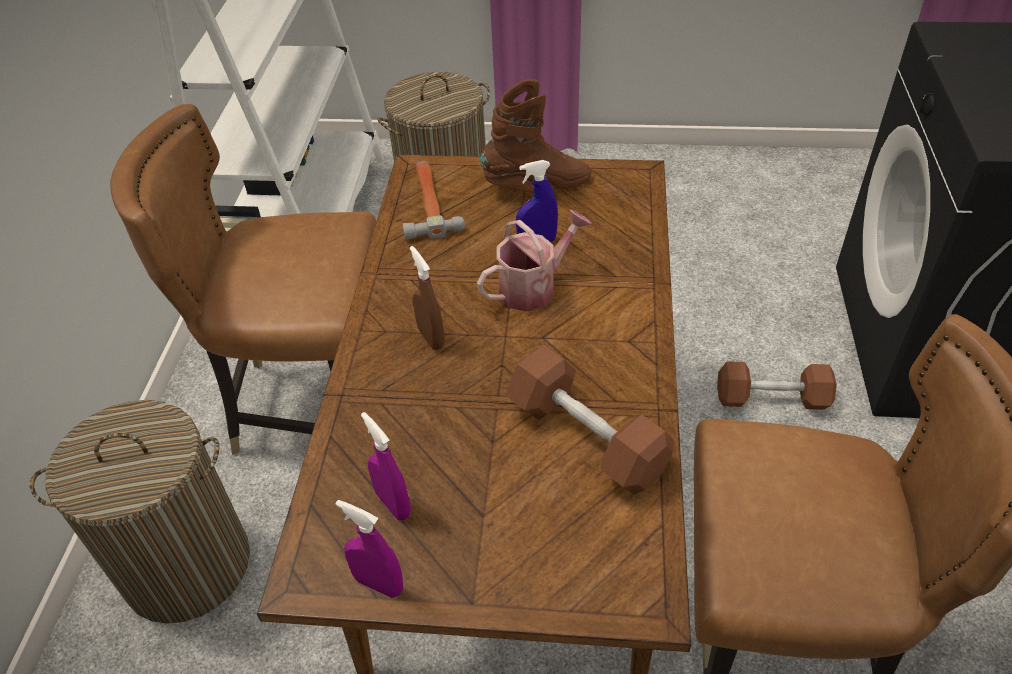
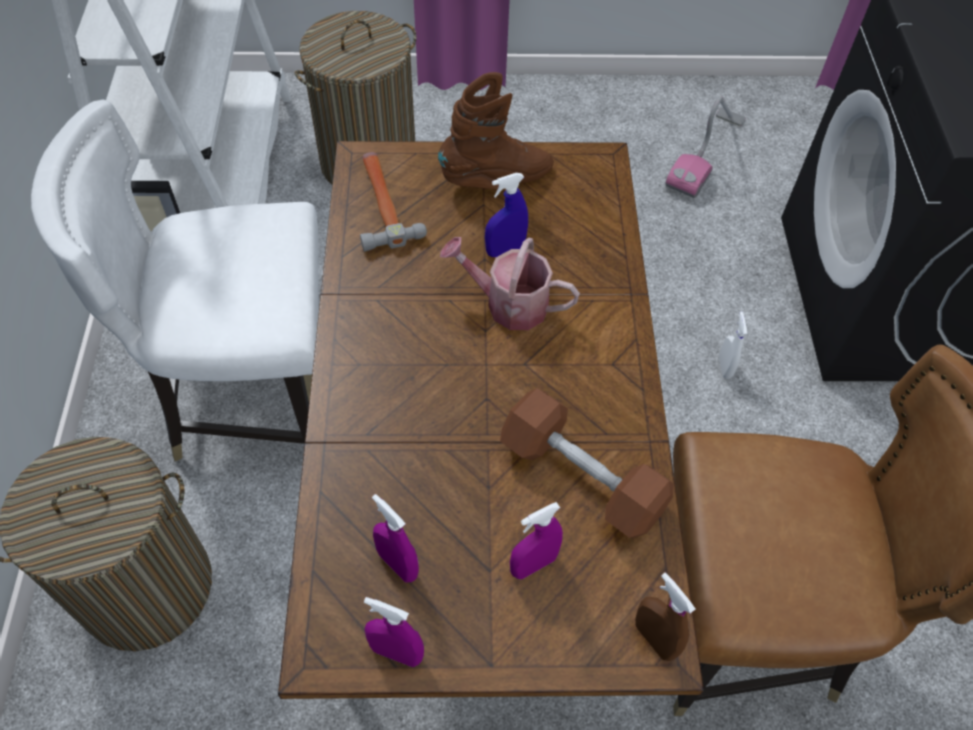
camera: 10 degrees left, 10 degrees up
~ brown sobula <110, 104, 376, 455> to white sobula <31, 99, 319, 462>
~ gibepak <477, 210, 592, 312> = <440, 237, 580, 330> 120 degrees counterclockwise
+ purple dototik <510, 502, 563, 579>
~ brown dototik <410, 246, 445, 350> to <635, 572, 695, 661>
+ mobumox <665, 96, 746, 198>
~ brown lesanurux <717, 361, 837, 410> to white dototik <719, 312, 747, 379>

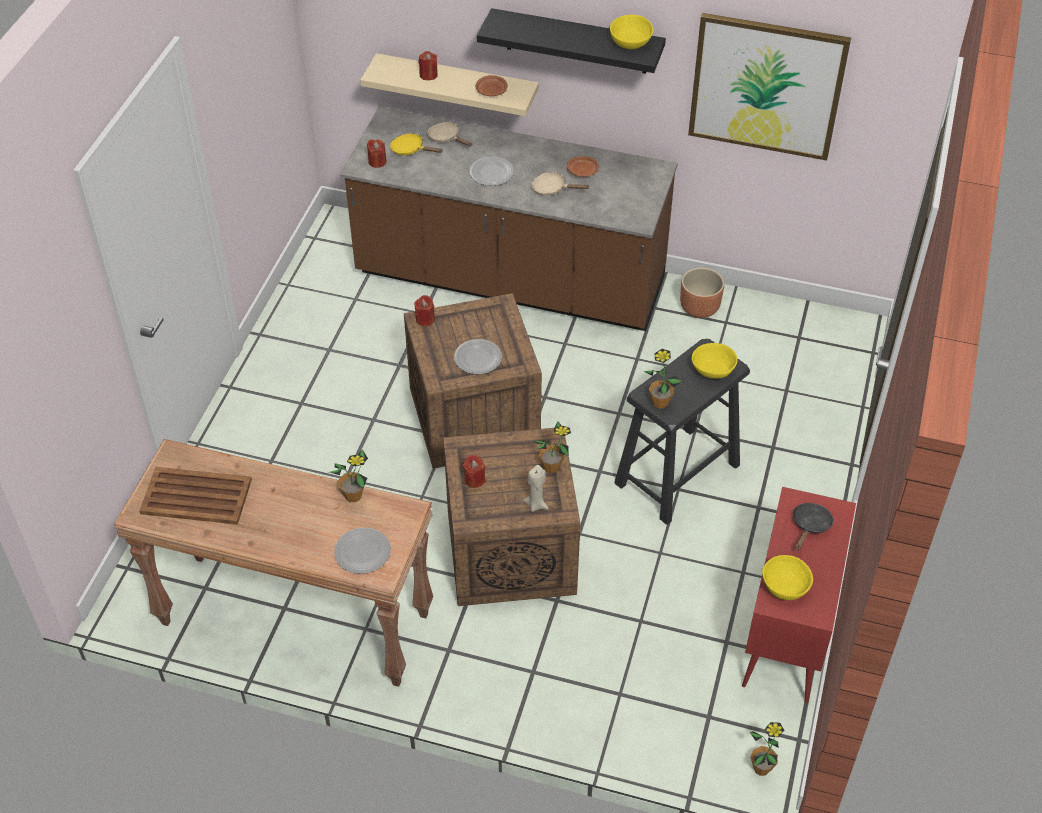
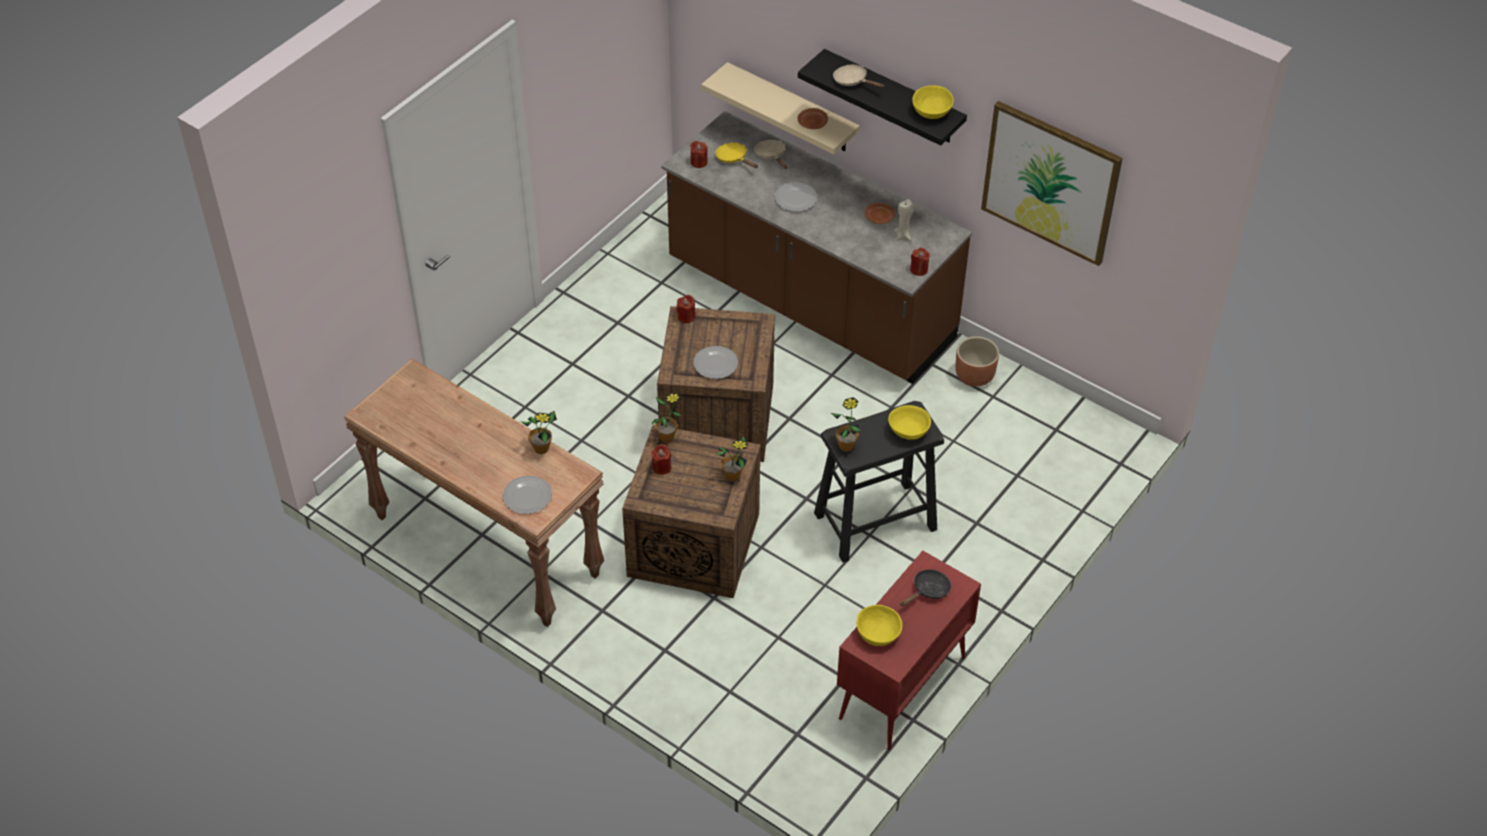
camera: 20 degrees right, 0 degrees up
~ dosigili <750, 722, 784, 776> to <651, 393, 681, 443>
~ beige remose <531, 172, 590, 196> to <833, 65, 885, 88>
~ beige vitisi <523, 465, 549, 512> to <894, 199, 913, 241>
~ red vitisi <419, 51, 438, 80> to <910, 248, 930, 276>
- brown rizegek <139, 467, 252, 525>

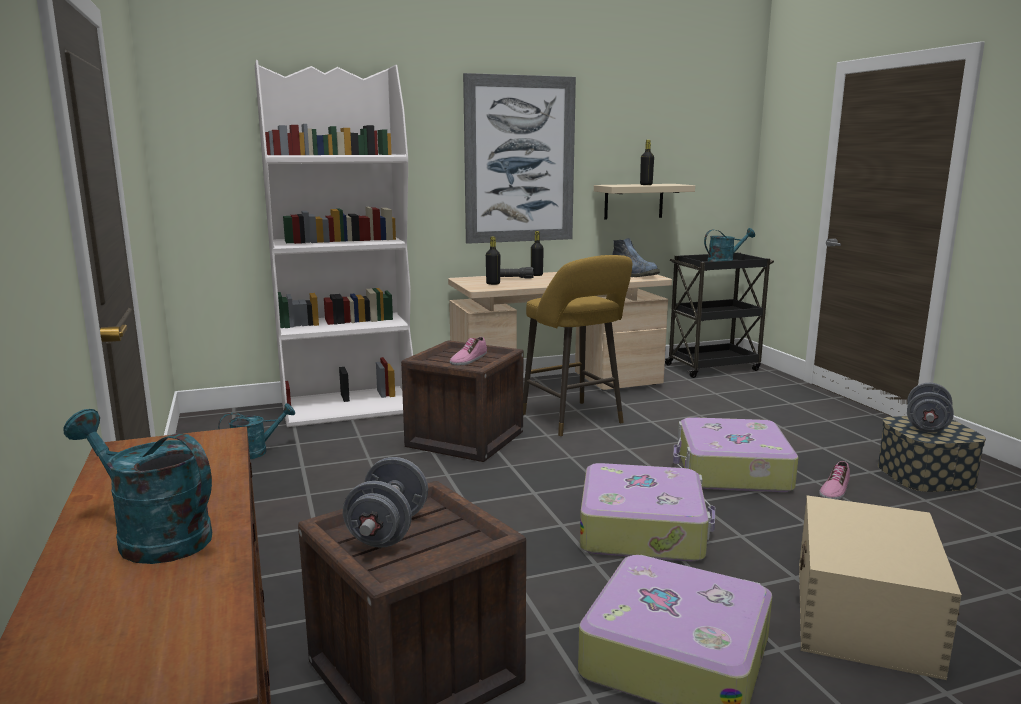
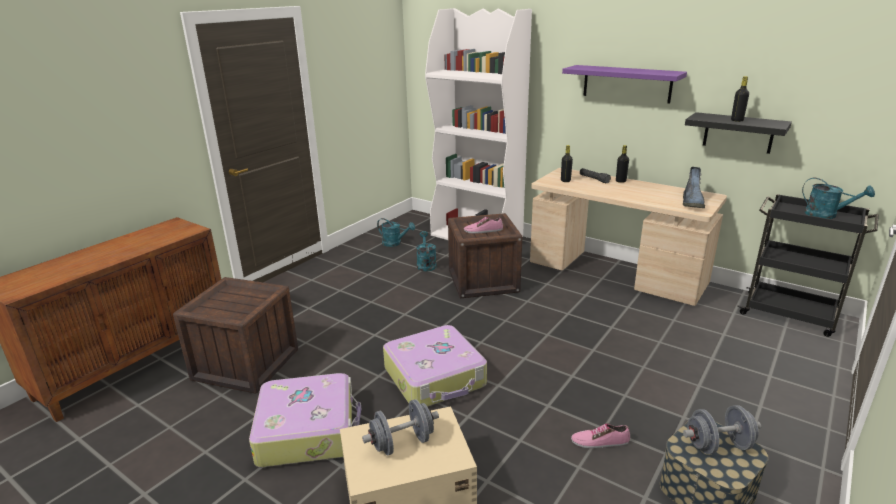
camera: 55 degrees right, 10 degrees up
~ grey lesanurux <343, 457, 428, 548> to <362, 399, 439, 455>
~ turquoise gibepak <63, 409, 212, 564> to <416, 231, 437, 271>
~ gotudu <463, 73, 576, 244> to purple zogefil <562, 65, 687, 104>
~ beige zogefil <594, 184, 695, 220> to black zogefil <685, 112, 792, 154>
- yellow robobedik <523, 255, 632, 436>
- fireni <673, 417, 798, 492>

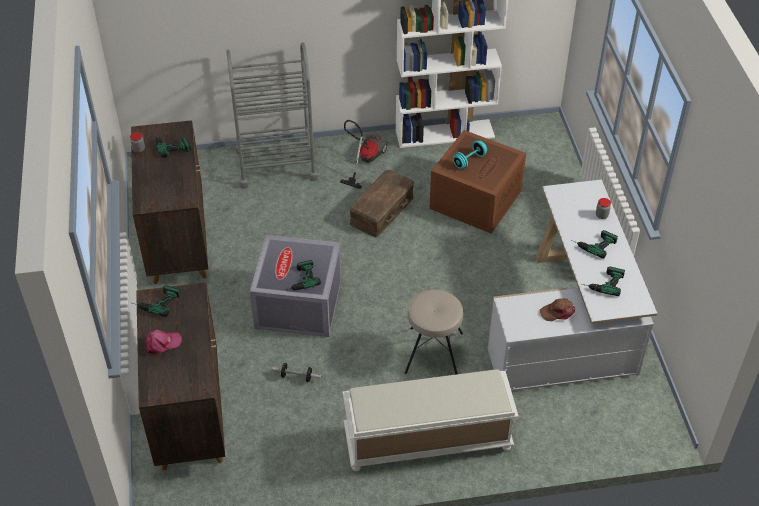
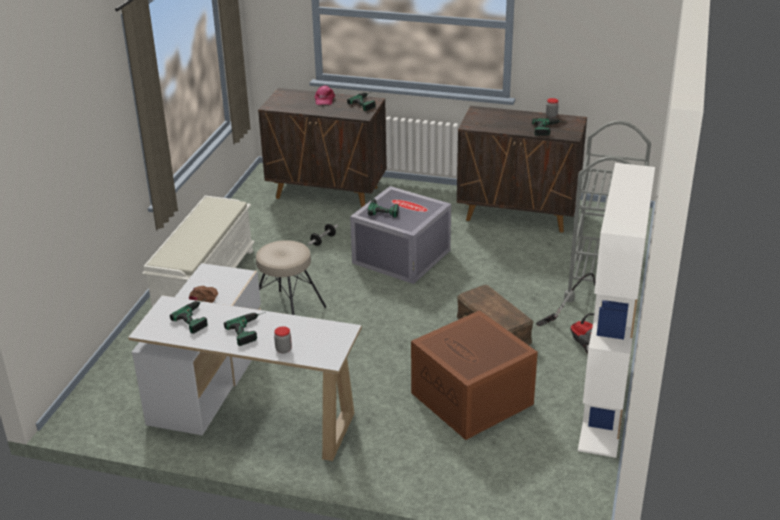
camera: 115 degrees right, 15 degrees down
- turquoise lesanurux <453, 141, 487, 169>

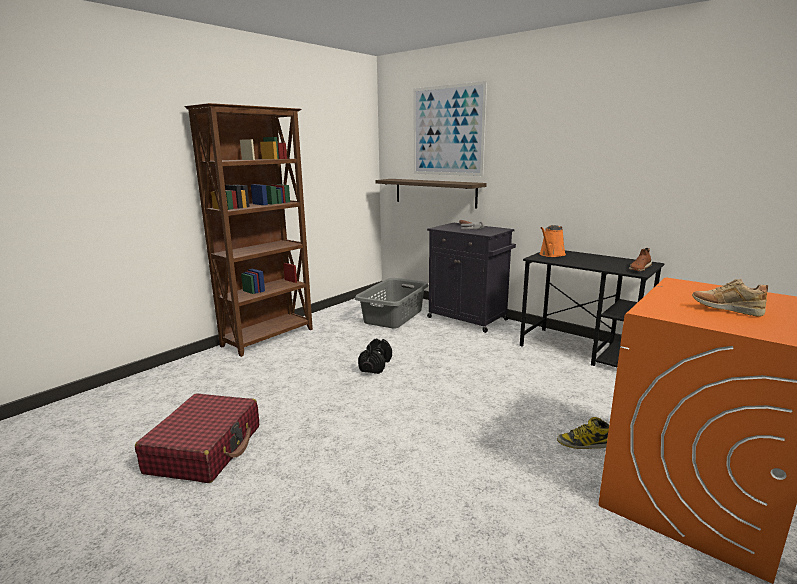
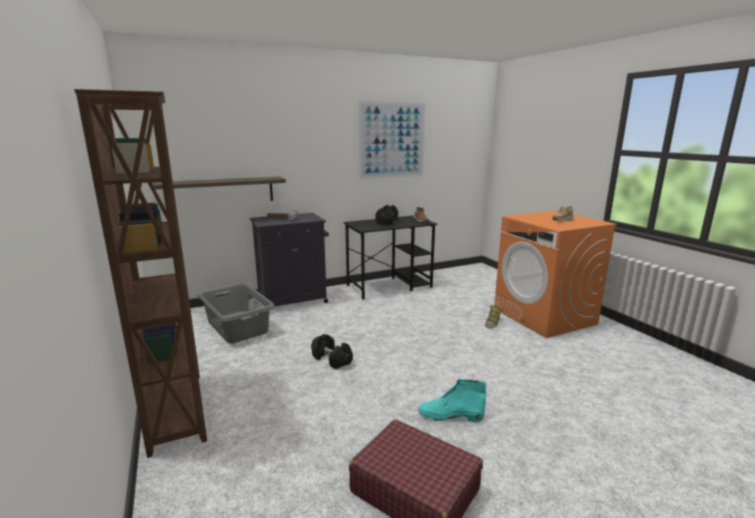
camera: 65 degrees left, 0 degrees up
~ gotudu <414, 81, 487, 176> to <359, 101, 426, 179>
+ black lesanurux <375, 205, 398, 225>
+ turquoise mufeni <418, 379, 486, 422>
- orange gibepak <539, 225, 566, 257>

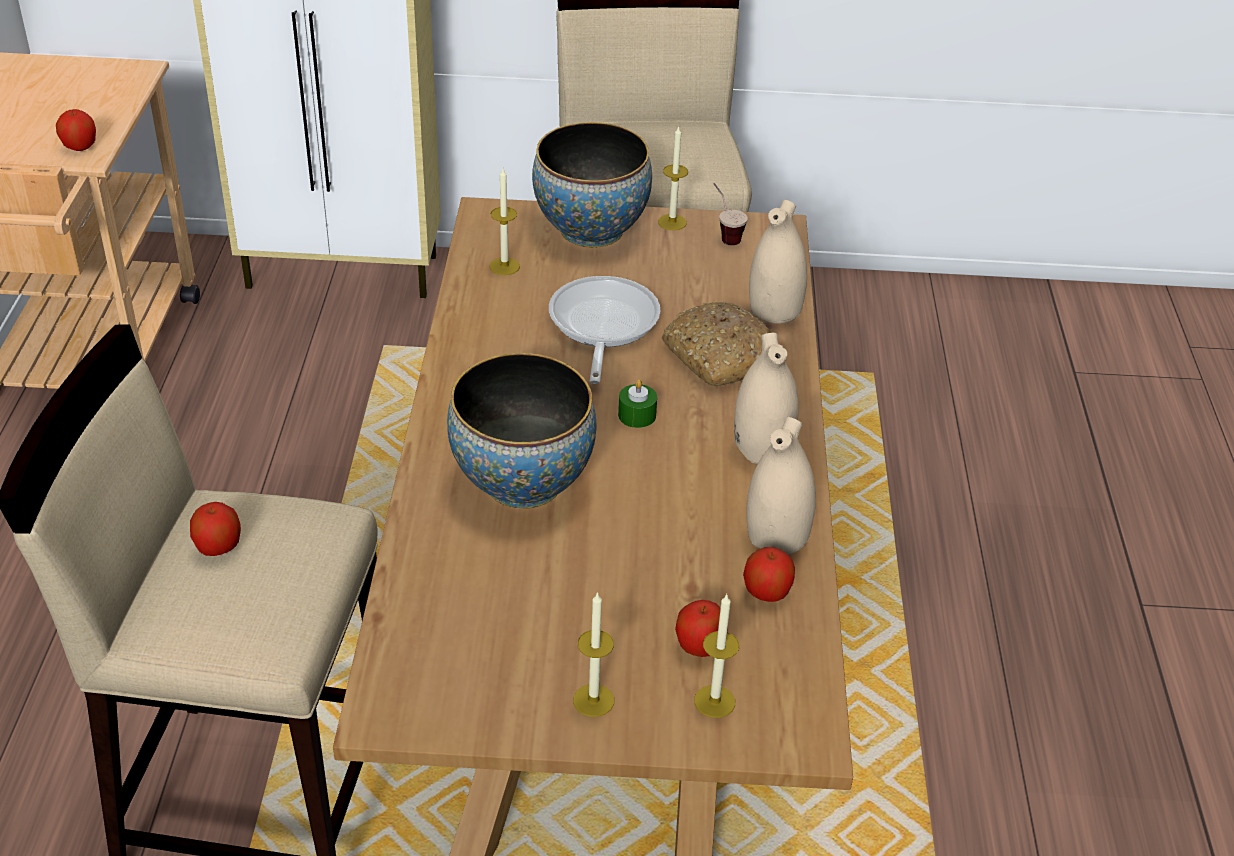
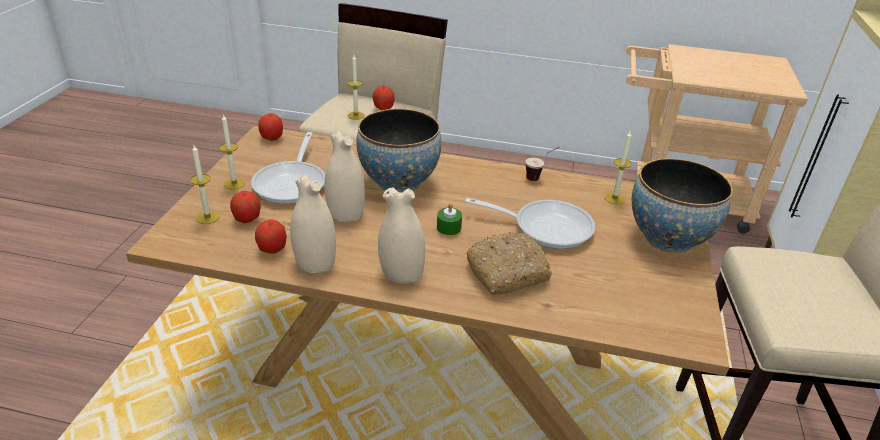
camera: 100 degrees right, 5 degrees down
+ remose <251, 132, 325, 204>
~ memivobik <56, 109, 96, 151> to <259, 113, 283, 141>
~ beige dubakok <749, 200, 807, 324> to <324, 131, 365, 223>
~ vitisi <658, 126, 688, 230> to <347, 55, 365, 120>
~ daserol <713, 183, 748, 245> to <526, 147, 559, 181>

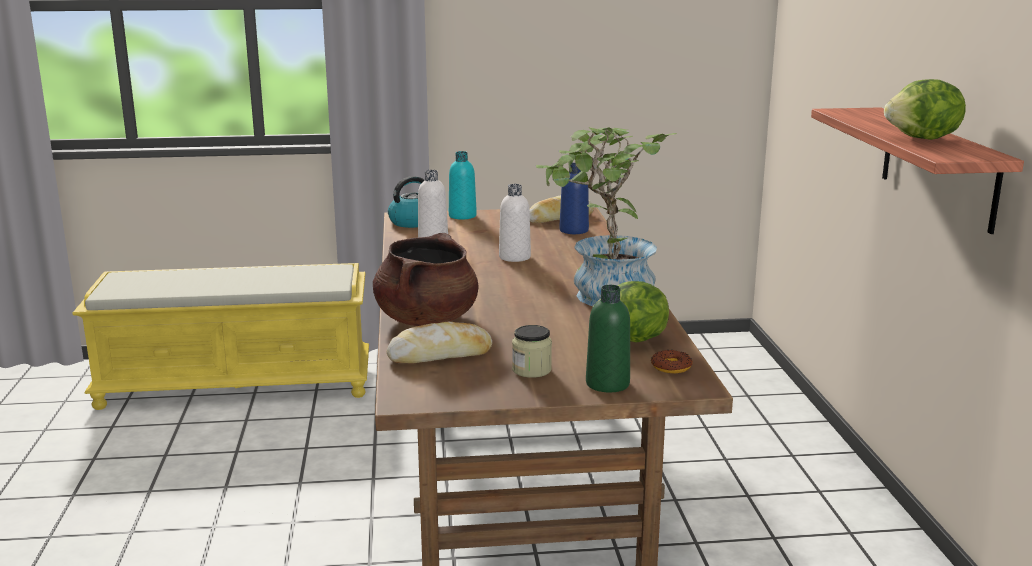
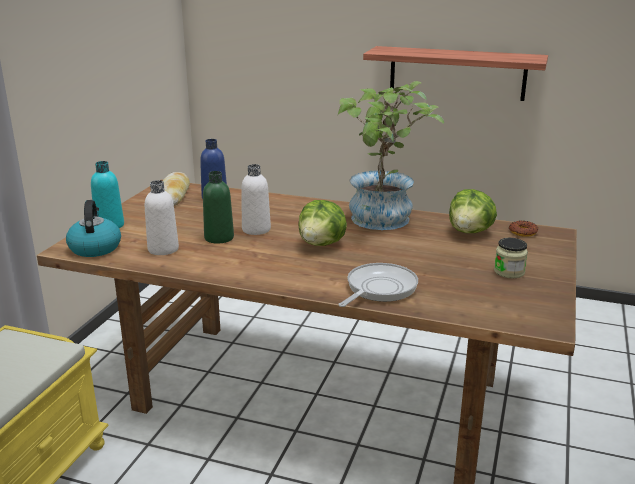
camera: 65 degrees left, 5 degrees up
~ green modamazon <586, 285, 630, 392> to <203, 171, 234, 243>
~ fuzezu <884, 79, 966, 140> to <298, 200, 347, 246>
~ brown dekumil <373, 233, 478, 326> to remose <338, 263, 418, 307>
- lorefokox <387, 322, 492, 363>

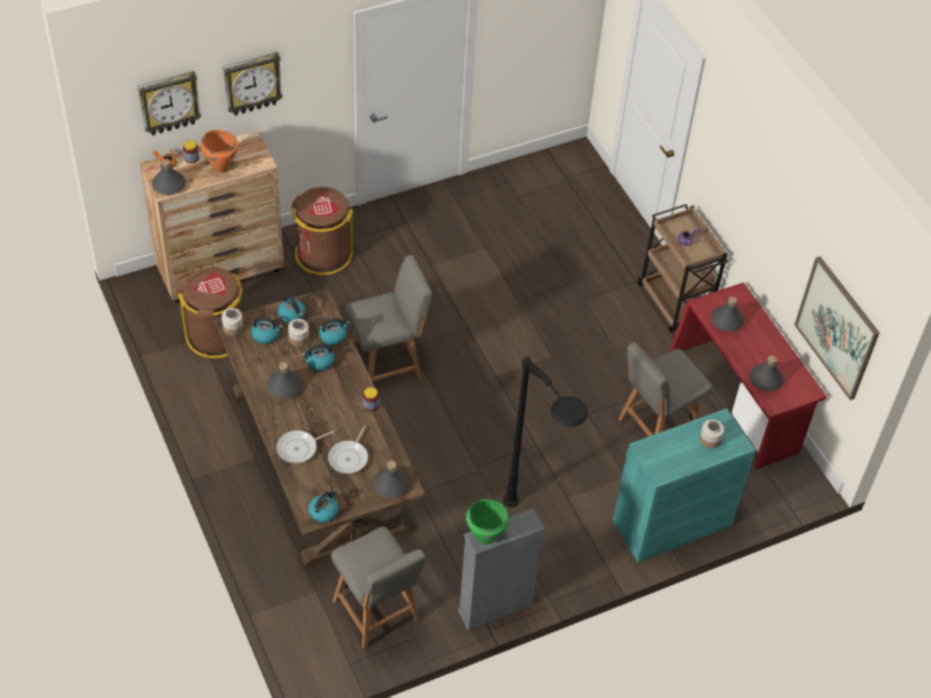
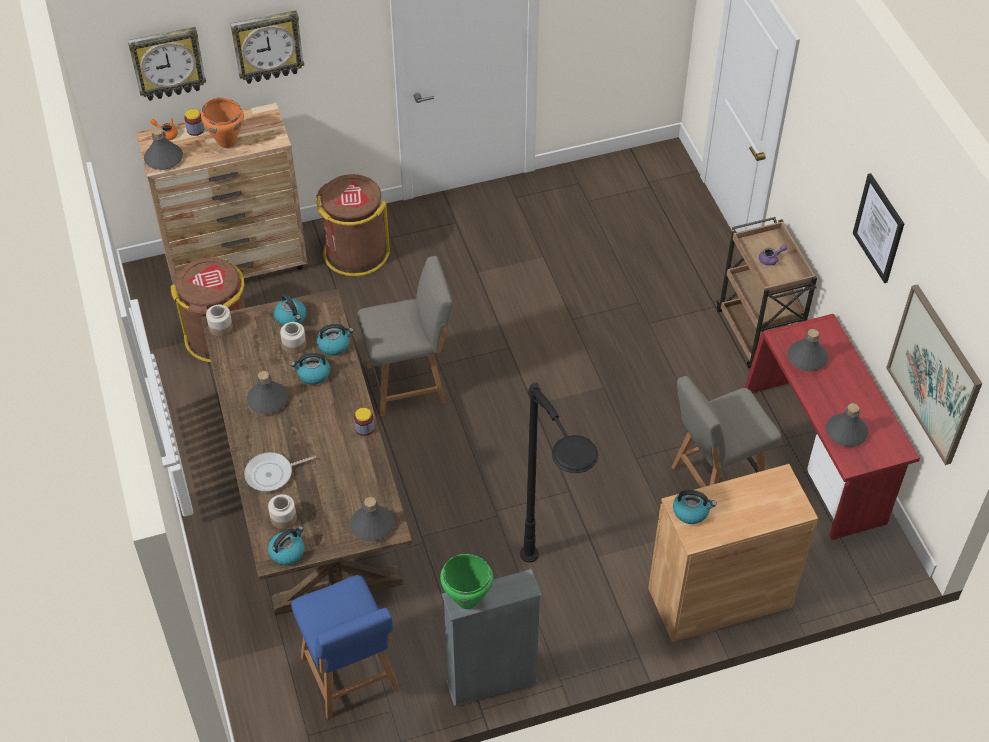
camera: 10 degrees right, 0 degrees up
~ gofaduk <700, 419, 724, 449> to <268, 494, 297, 529>
~ grey sobula <331, 527, 426, 649> to blue sobula <291, 575, 399, 719>
~ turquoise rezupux <613, 408, 756, 563> to brown rezupux <648, 464, 818, 642>
~ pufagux <251, 317, 283, 344> to <673, 490, 717, 524>
+ gotudu <853, 173, 904, 283>
- remose <328, 425, 368, 474>

